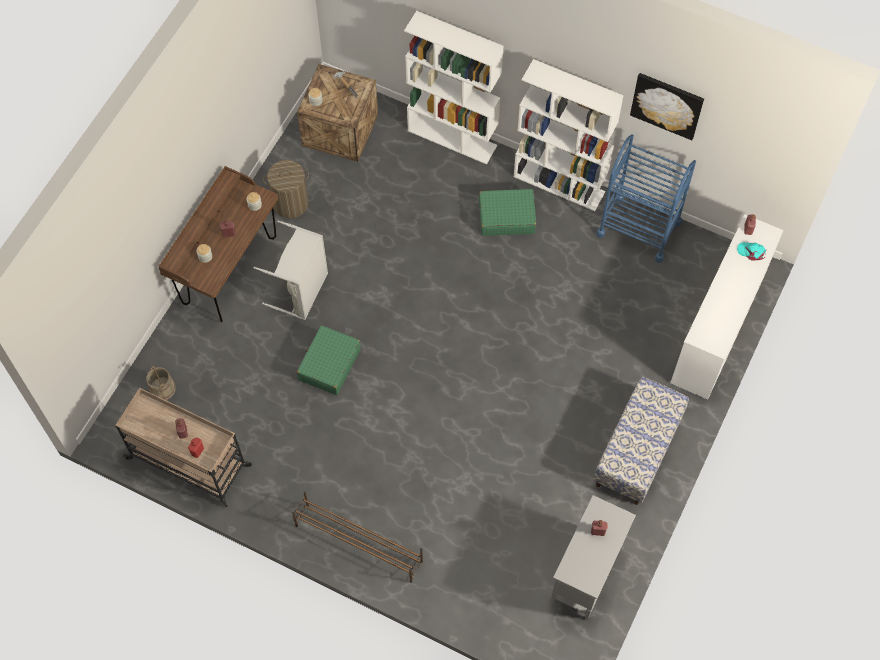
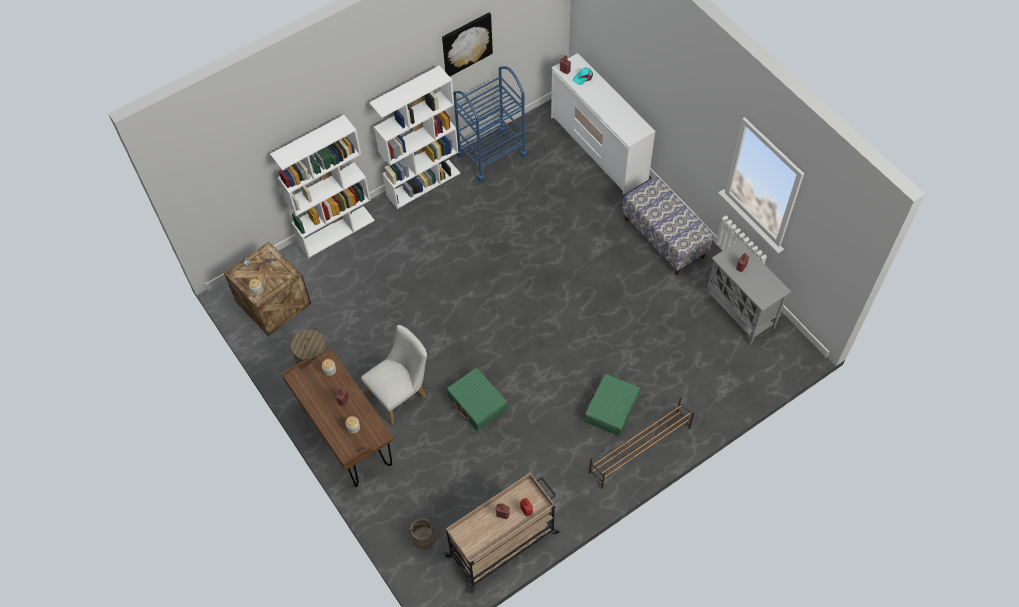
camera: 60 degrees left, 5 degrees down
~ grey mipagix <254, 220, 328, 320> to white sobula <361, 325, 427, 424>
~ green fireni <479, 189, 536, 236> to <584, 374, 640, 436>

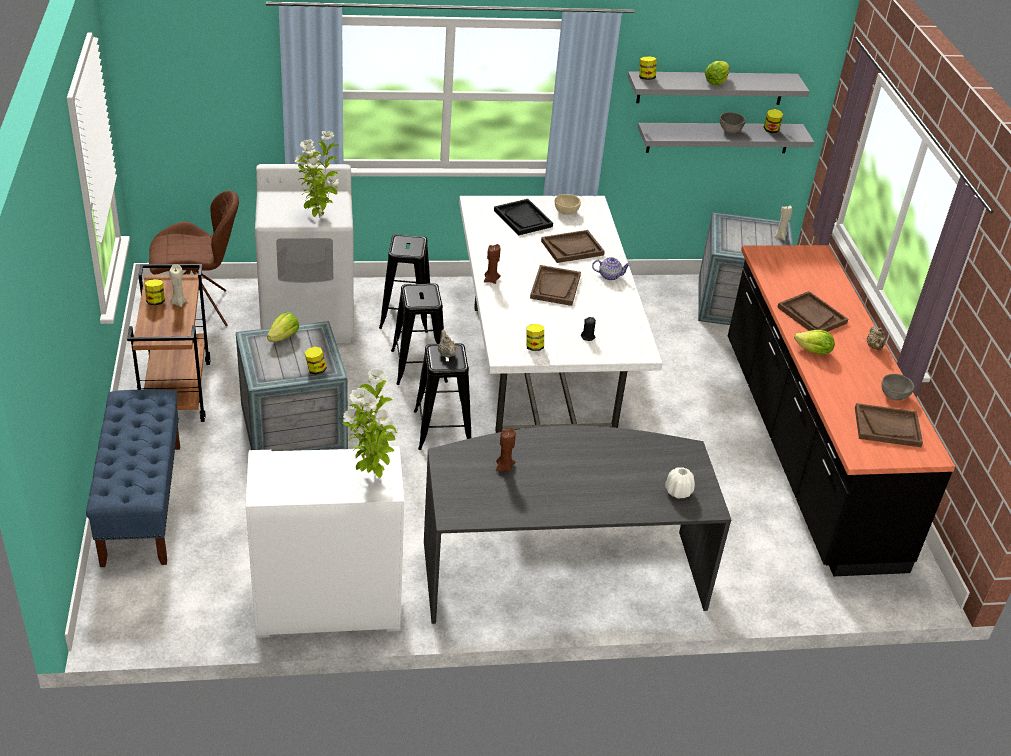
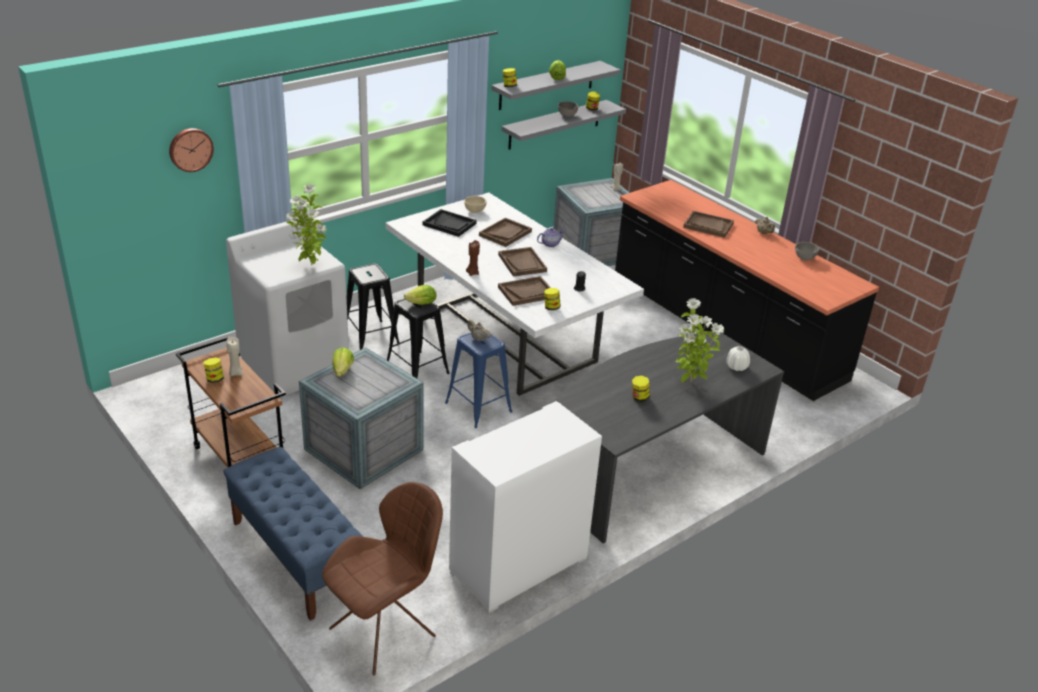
camera: 30 degrees left, 5 degrees down
+ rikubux <169, 128, 214, 172>
~ brown sobula <149, 191, 239, 326> to <322, 482, 443, 676>
~ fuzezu <794, 330, 835, 355> to <404, 285, 437, 305>
~ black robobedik <414, 343, 471, 450> to blue robobedik <445, 333, 512, 428>
~ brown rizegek <855, 403, 923, 447> to <498, 276, 551, 306>
~ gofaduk <305, 347, 327, 375> to <632, 375, 650, 402>
~ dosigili <343, 369, 398, 478> to <676, 298, 725, 382>
- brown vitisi <496, 428, 516, 472>

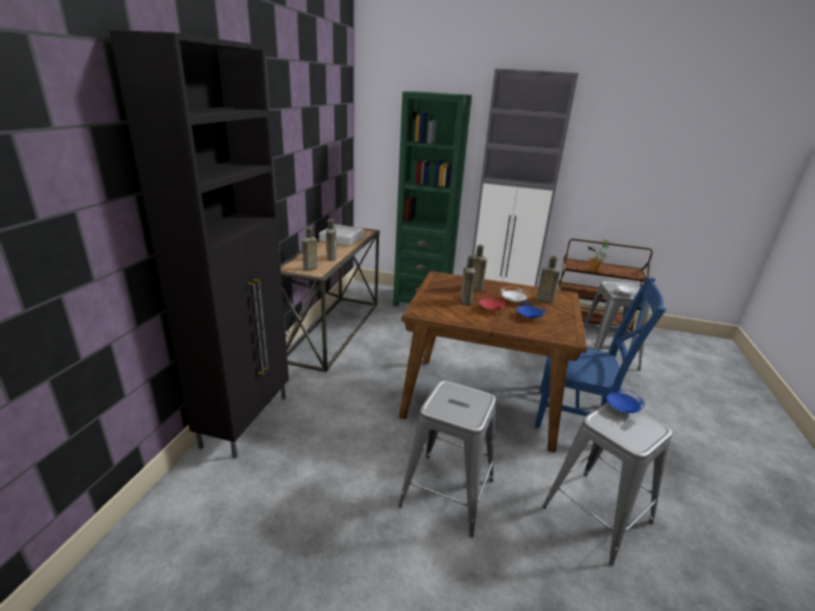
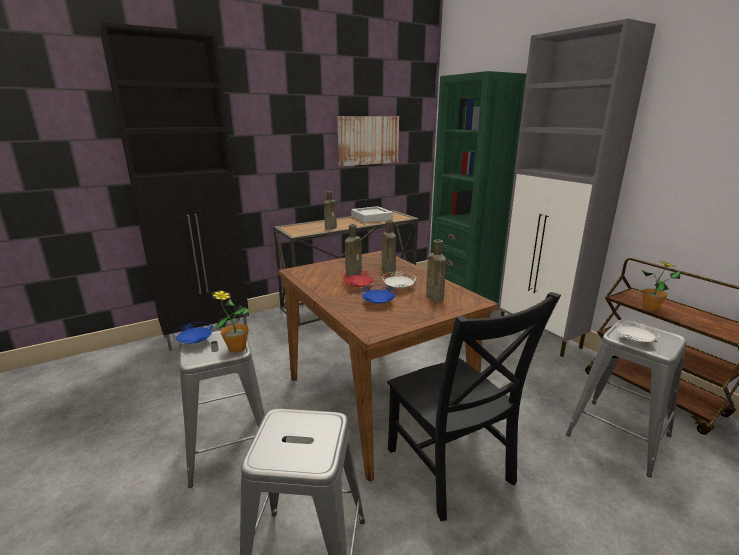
camera: 45 degrees right, 5 degrees down
~ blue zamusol <605, 387, 645, 413> to <173, 322, 214, 344>
+ dosigili <212, 290, 250, 353>
+ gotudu <337, 116, 399, 166>
~ blue sobula <535, 277, 667, 428> to black sobula <387, 292, 561, 521>
- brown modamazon <302, 227, 317, 271>

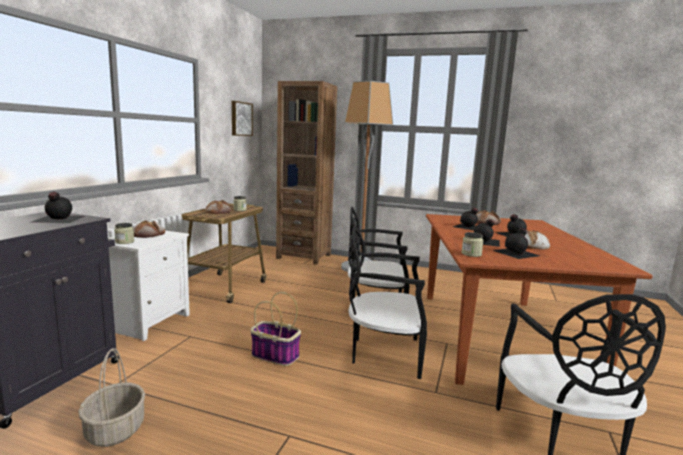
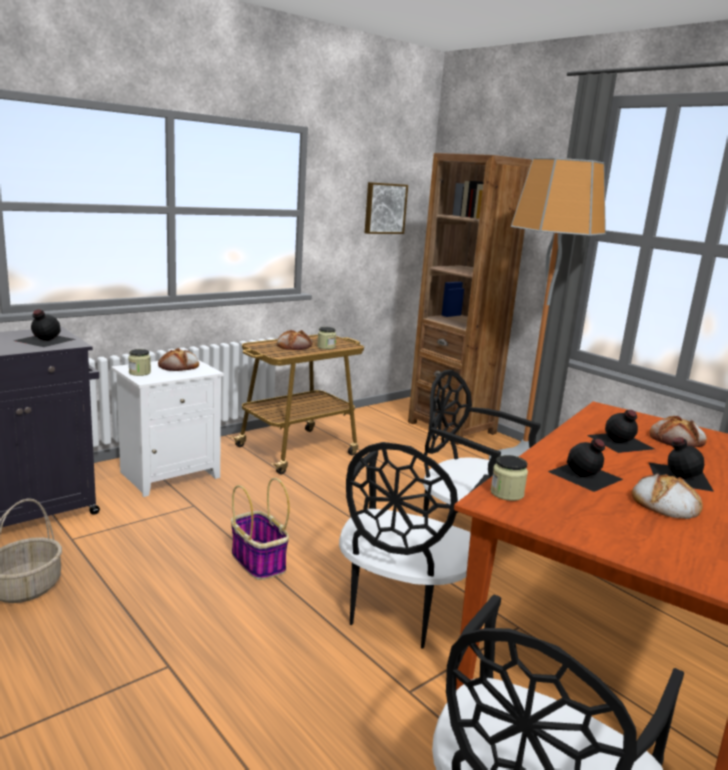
camera: 30 degrees right, 5 degrees up
~ black sobula <348, 226, 427, 379> = <339, 442, 490, 649> 105 degrees counterclockwise
- black modamazon <492, 228, 540, 259>

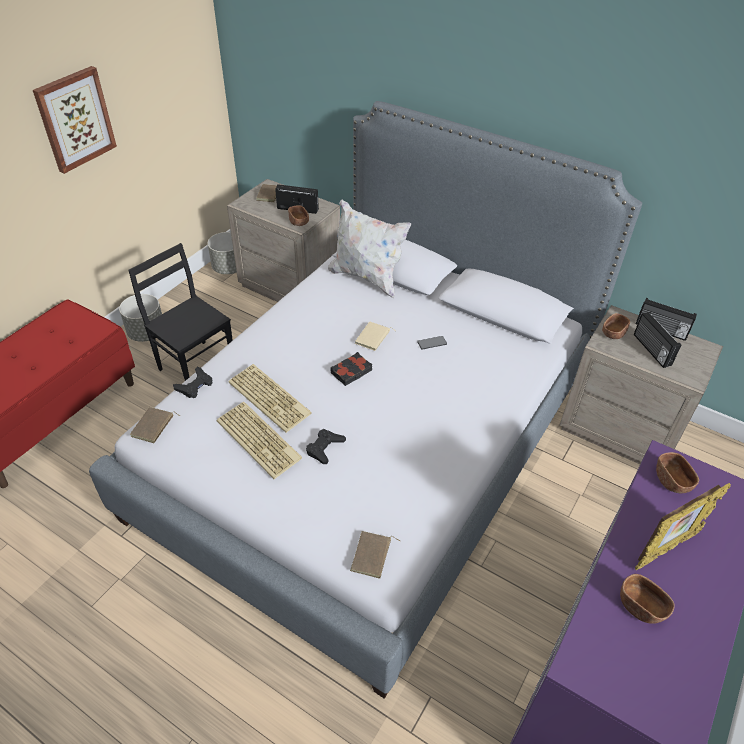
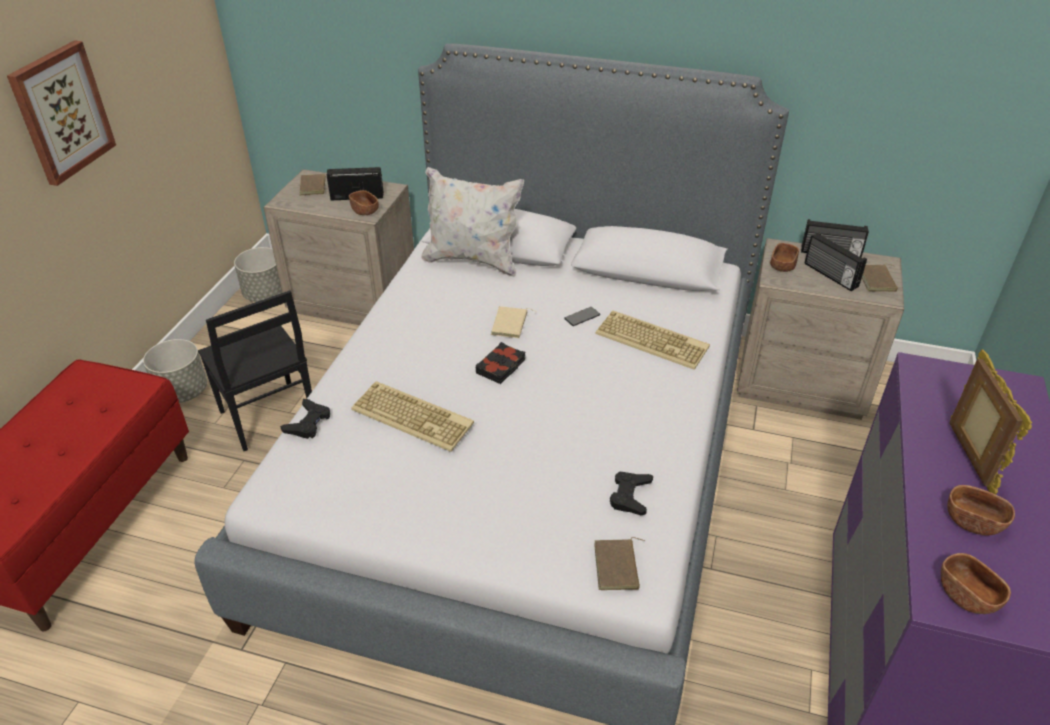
camera: 15 degrees left, 5 degrees down
~ black sobula <128, 243, 233, 381> = <198, 290, 312, 451> 150 degrees counterclockwise
~ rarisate <217, 402, 302, 479> to <595, 311, 710, 370>
~ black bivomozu <306, 429, 346, 464> to <610, 472, 653, 515>
~ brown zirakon <130, 407, 180, 443> to <862, 264, 898, 292>
~ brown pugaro <656, 452, 699, 493> to <941, 553, 1011, 614>
~ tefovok <635, 483, 731, 570> = <949, 350, 1032, 494> 45 degrees counterclockwise

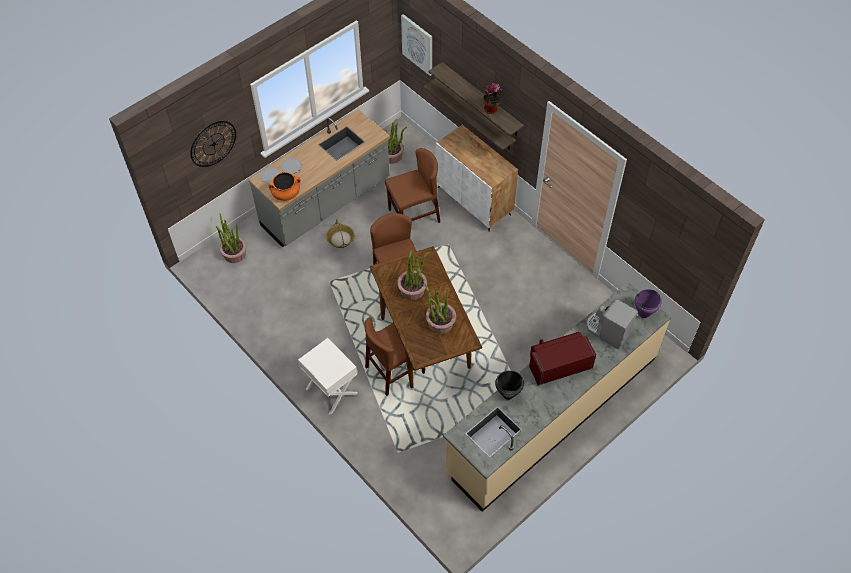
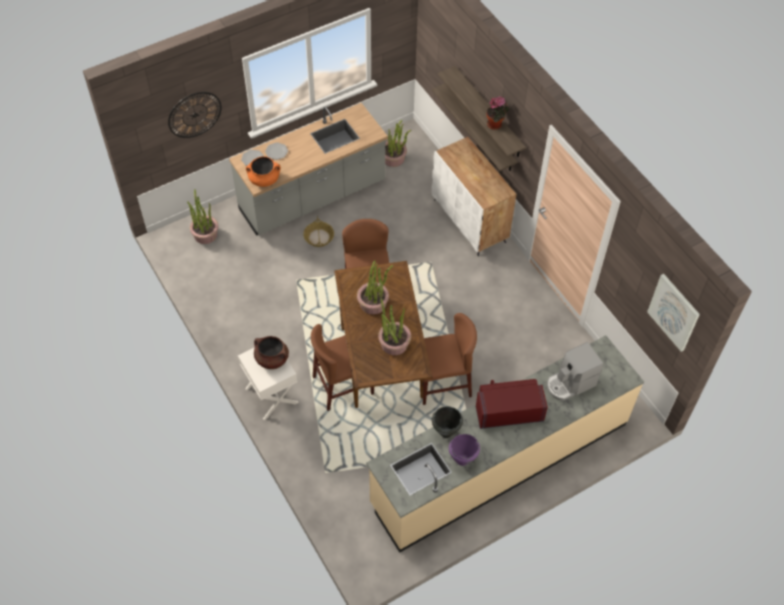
camera: 10 degrees right, 0 degrees up
+ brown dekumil <254, 336, 289, 369>
~ brown sobula <385, 148, 440, 223> to <422, 313, 477, 405>
~ purple dekumil <635, 289, 661, 318> to <449, 434, 480, 466>
~ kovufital <586, 299, 638, 350> = <547, 342, 603, 401> 75 degrees counterclockwise
~ gotudu <401, 14, 432, 76> to <647, 274, 700, 352>

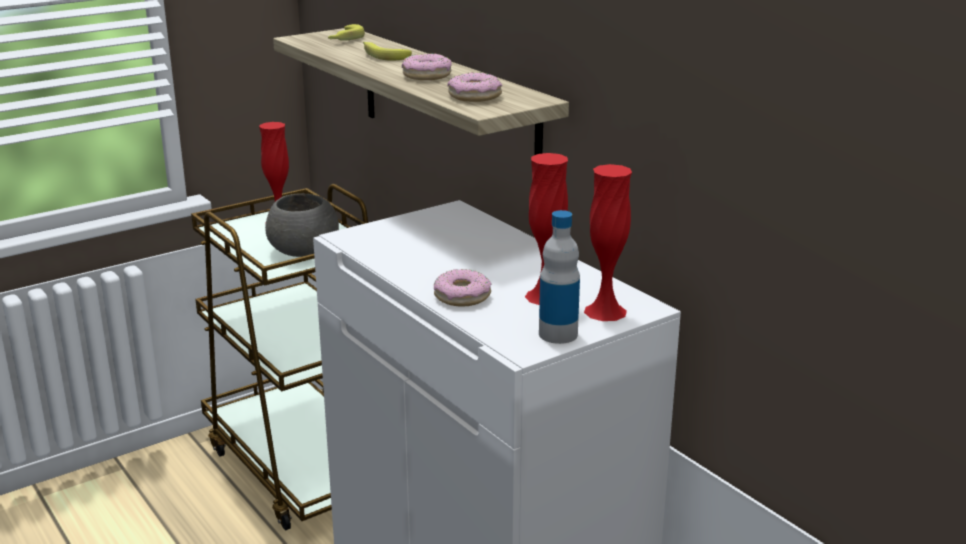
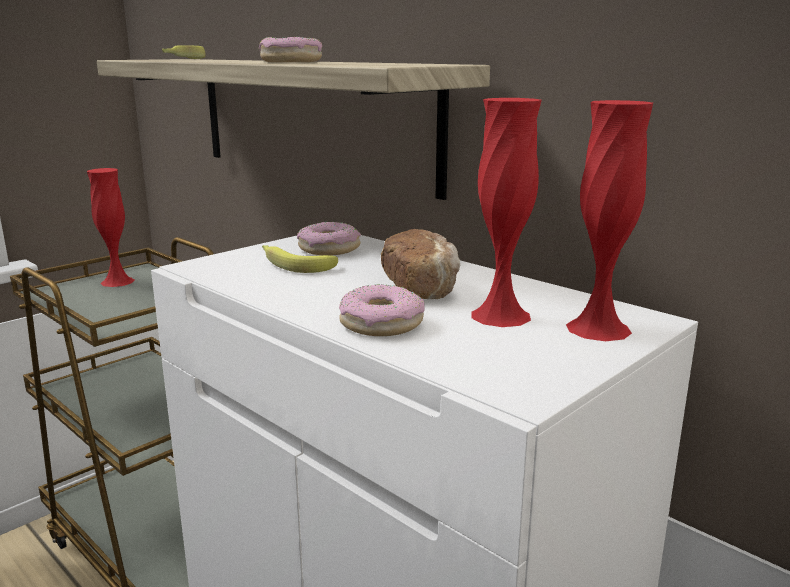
camera: 10 degrees left, 5 degrees down
~ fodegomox <363, 42, 412, 61> to <262, 245, 338, 273>
~ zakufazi <447, 72, 502, 102> to <297, 222, 361, 255>
+ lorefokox <381, 229, 460, 299>
- grey pugaro <265, 194, 339, 257>
- modamazon <539, 210, 580, 344>

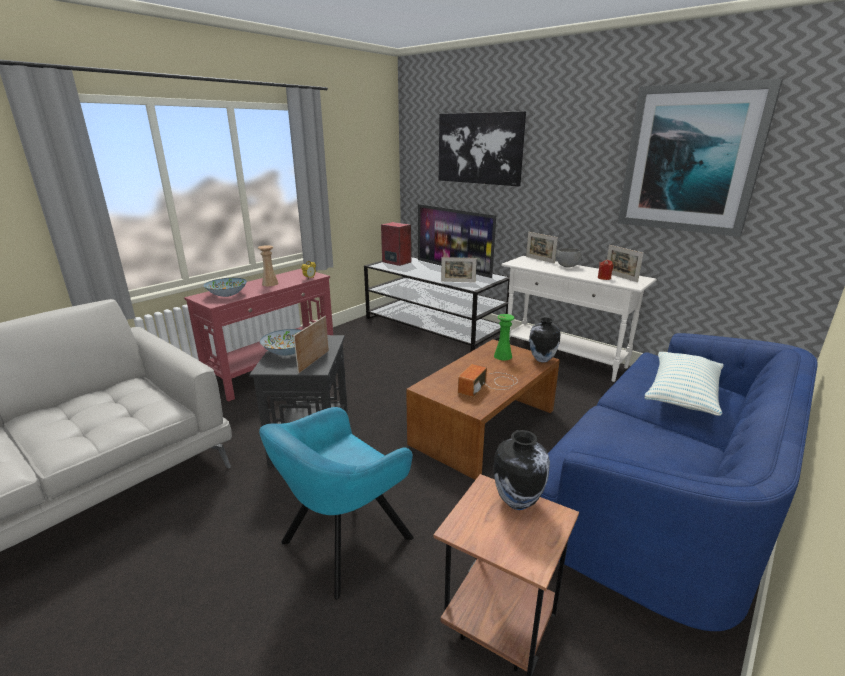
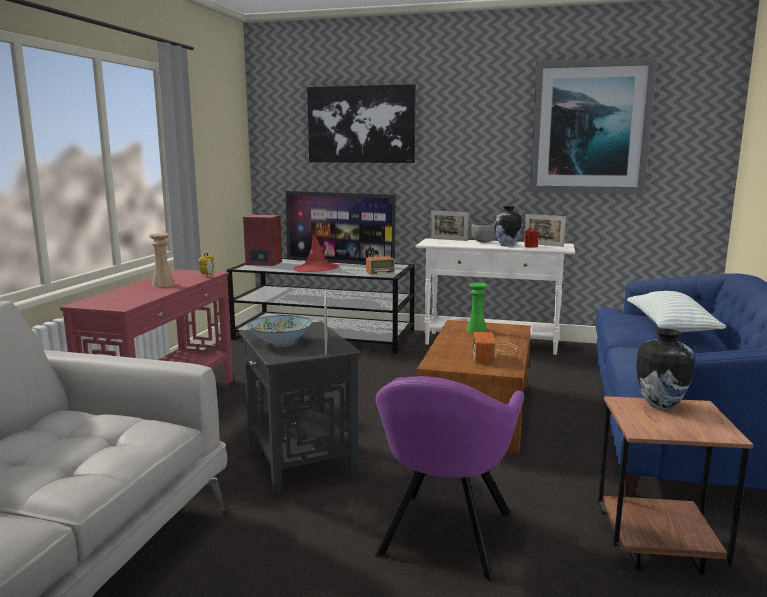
camera: 25 degrees left, 10 degrees down
+ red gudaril <293, 235, 340, 272>
~ tefovok <441, 257, 477, 283> to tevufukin <340, 256, 395, 275>
~ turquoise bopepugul <259, 407, 414, 599> to purple bopepugul <375, 376, 524, 581>
~ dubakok <529, 317, 561, 363> to <494, 206, 522, 247>
- pugaro <204, 278, 247, 297>

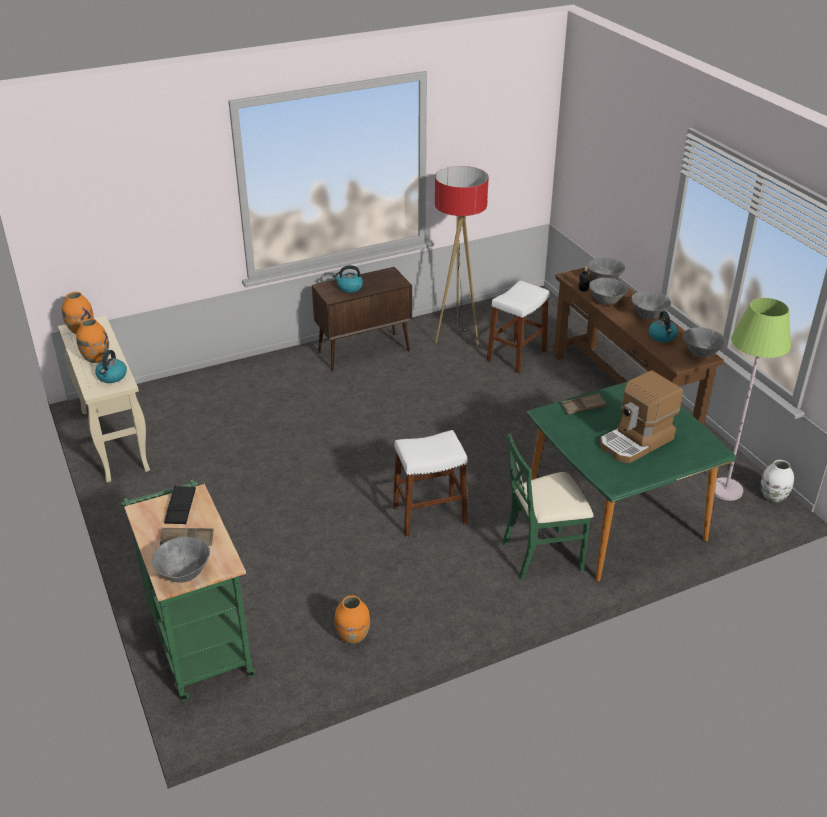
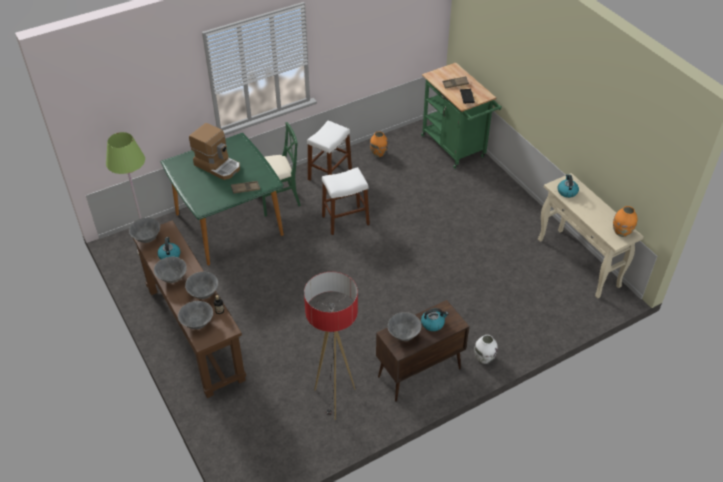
camera: 175 degrees right, 10 degrees up
~ kovufital <600, 370, 683, 463> = <189, 123, 240, 180> 75 degrees clockwise
~ white robobedik <487, 280, 550, 374> to <307, 121, 352, 181>
~ grey pugaro <152, 536, 210, 583> to <388, 312, 422, 341>
~ white dubakok <761, 460, 794, 503> to <474, 335, 498, 364>
- orange dubakok <76, 319, 109, 363>

